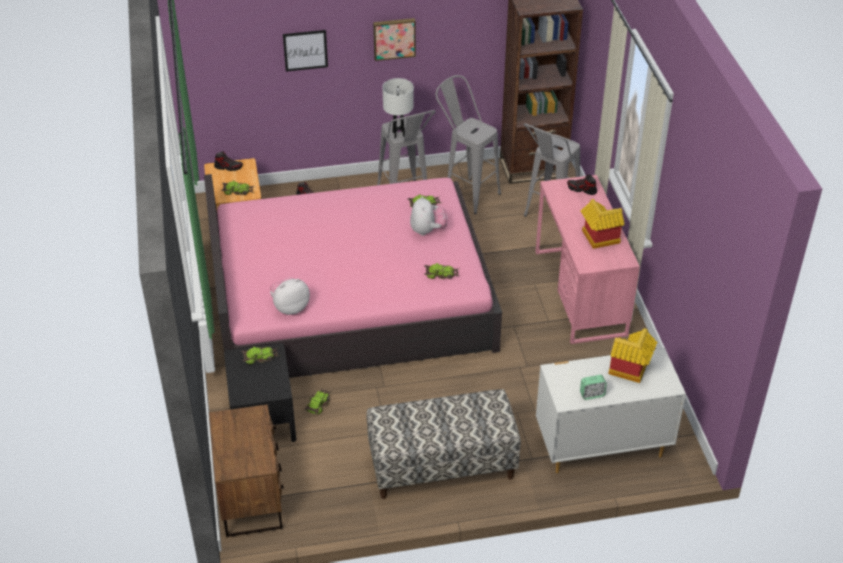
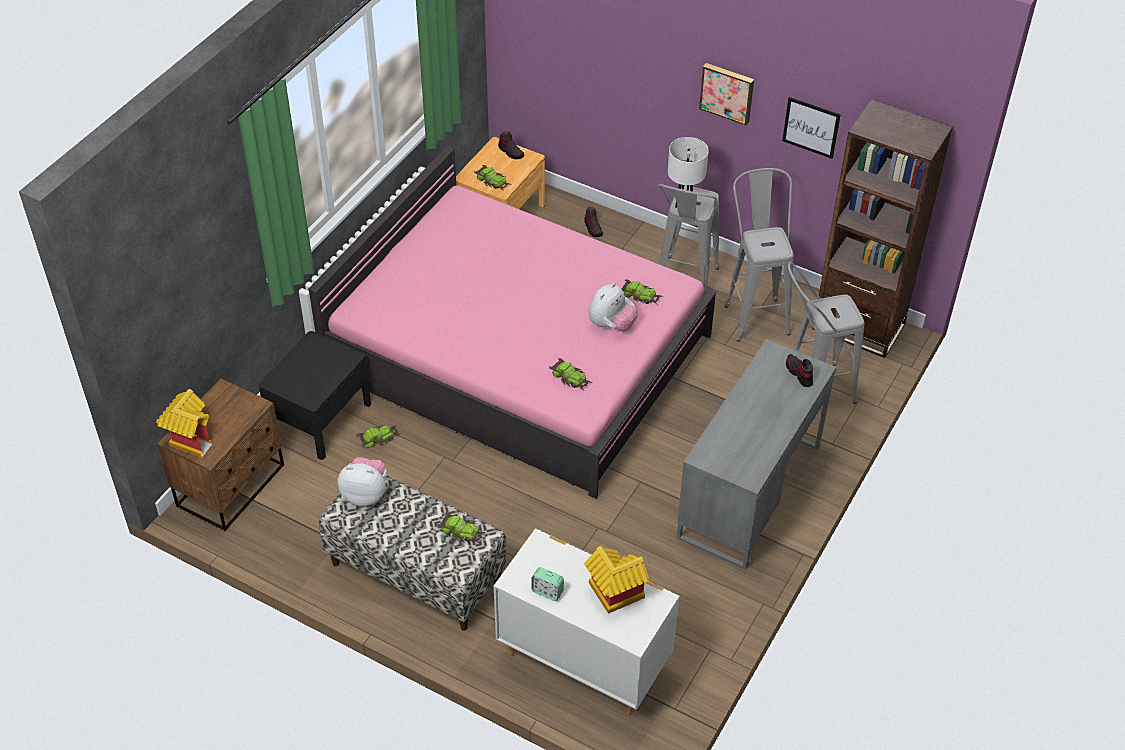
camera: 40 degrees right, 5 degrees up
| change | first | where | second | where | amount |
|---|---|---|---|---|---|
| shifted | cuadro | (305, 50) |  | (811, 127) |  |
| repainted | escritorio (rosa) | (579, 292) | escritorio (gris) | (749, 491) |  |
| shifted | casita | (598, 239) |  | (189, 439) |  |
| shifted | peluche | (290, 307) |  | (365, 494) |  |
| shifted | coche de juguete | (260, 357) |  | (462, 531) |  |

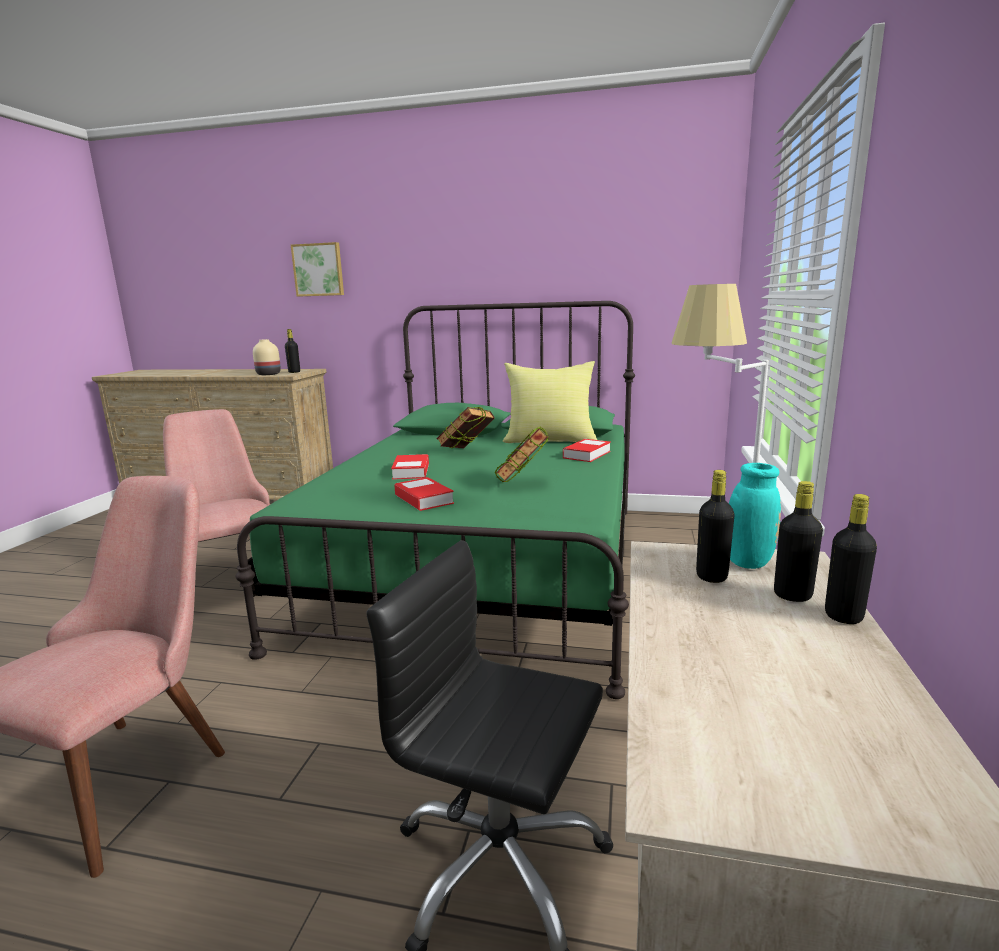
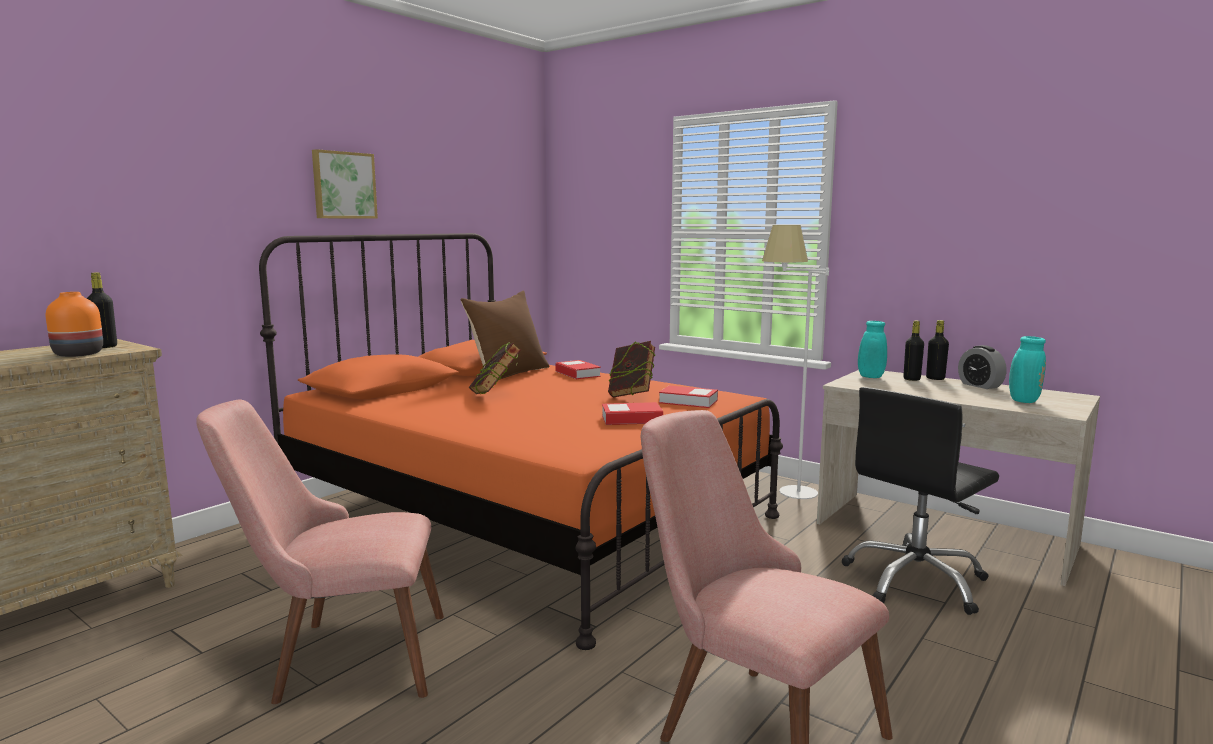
camera: 65 degrees left, 5 degrees down
| change | first | where | second | where | amount |
|---|---|---|---|---|---|
| shifted | cuadro | (319, 270) |  | (343, 185) |  |
| repainted | cama (verde) | (484, 568) | cama (naranja) | (526, 515) |  |
| repainted | florero (beis) | (269, 374) | florero (naranja) | (80, 354) |  |
| repainted | cojín (amarillo) | (550, 440) | cojín (marrón) | (508, 374) |  |
| shifted | libro | (411, 471) |  | (688, 402) |  |
| gone | botella (negro) | (711, 576) |  |  |  |
| new |  |  | florero (turquesa) | (1021, 401) |  |
| new |  |  | despertador | (980, 385) |  |

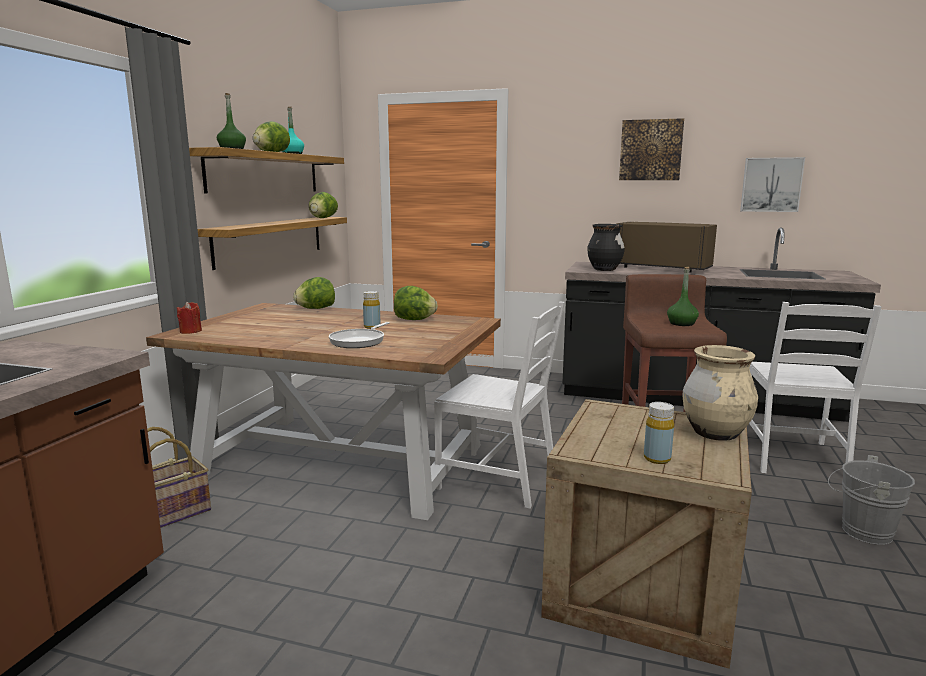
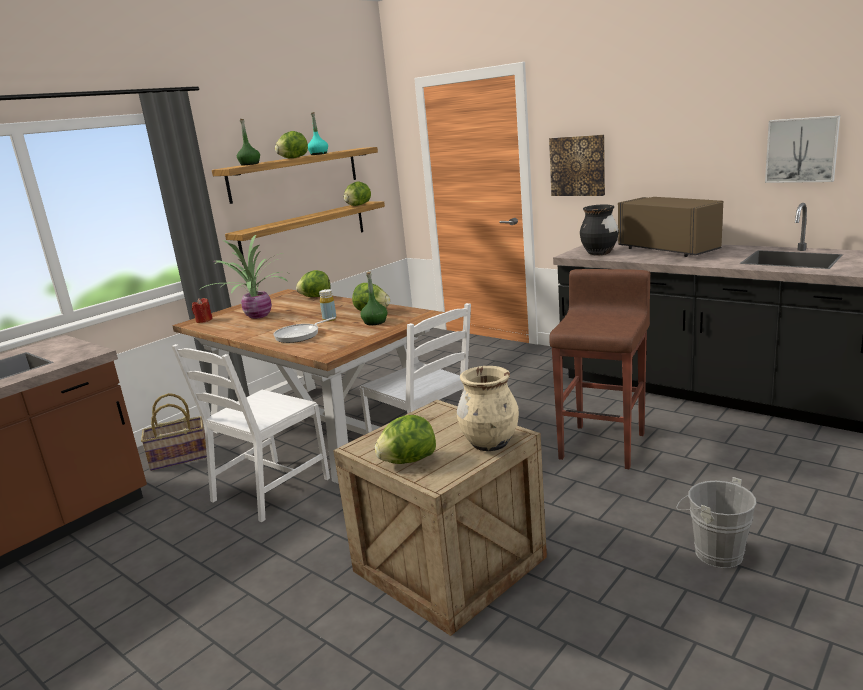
camera: 25 degrees right, 5 degrees up
| change | first | where | second | where | amount |
|---|---|---|---|---|---|
| shifted | cuadro | (650, 150) |  | (578, 166) |  |
| shifted | botella (verde) | (681, 324) |  | (375, 322) |  |
| shifted | silla (blanco) | (793, 457) |  | (269, 490) |  |
| swapped | botella (amarillo) | (657, 459) | lechuga | (408, 461) |  |
| new |  |  | planta en maceta | (257, 316) |  |

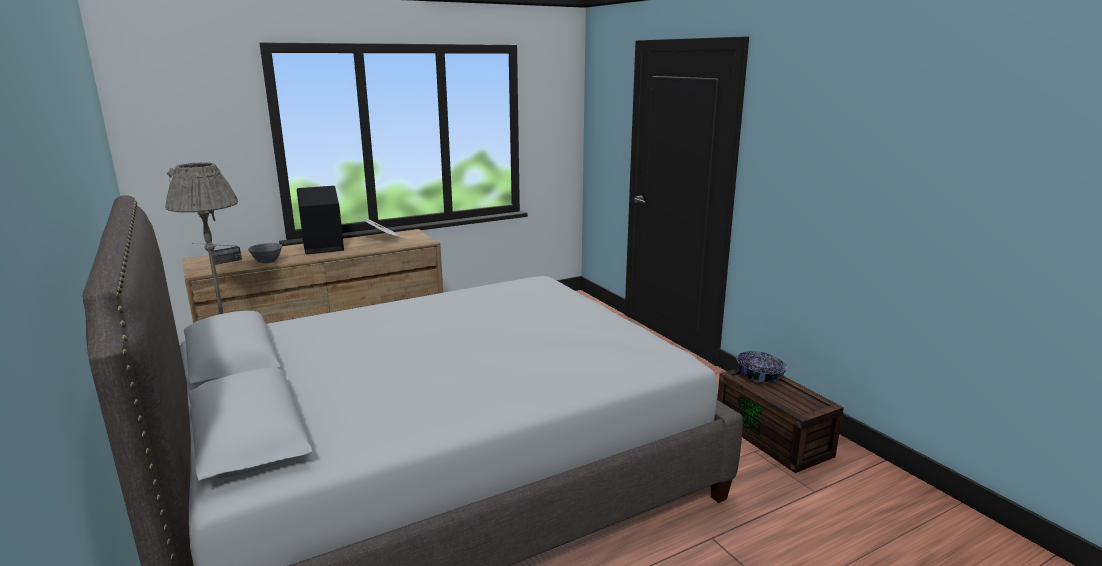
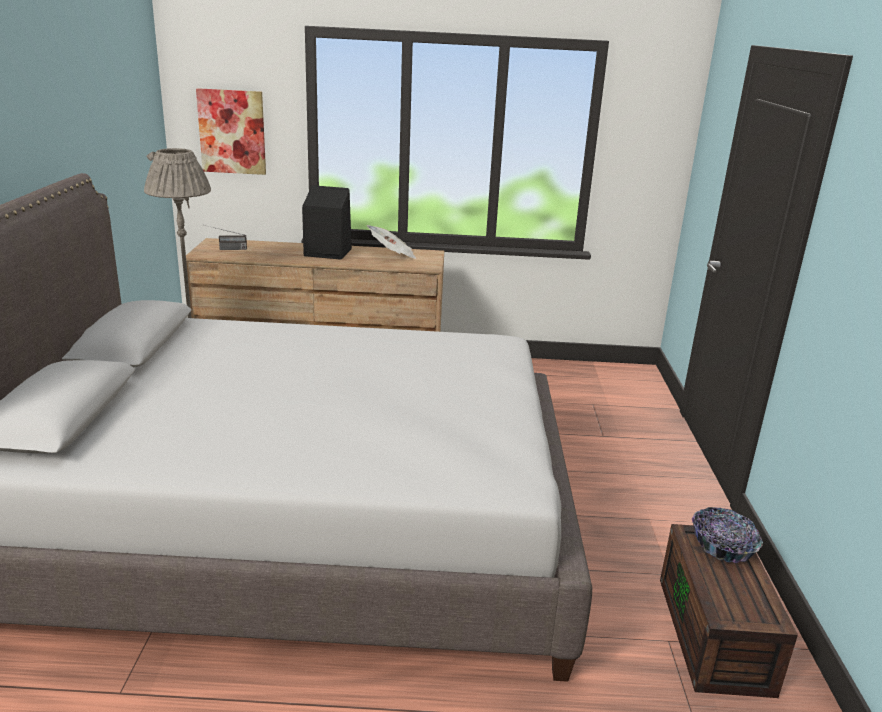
camera: 30 degrees right, 5 degrees up
| change | first | where | second | where | amount |
|---|---|---|---|---|---|
| gone | cuenco (gris) | (267, 262) |  |  |  |
| new |  |  | cuadro | (232, 132) |  |

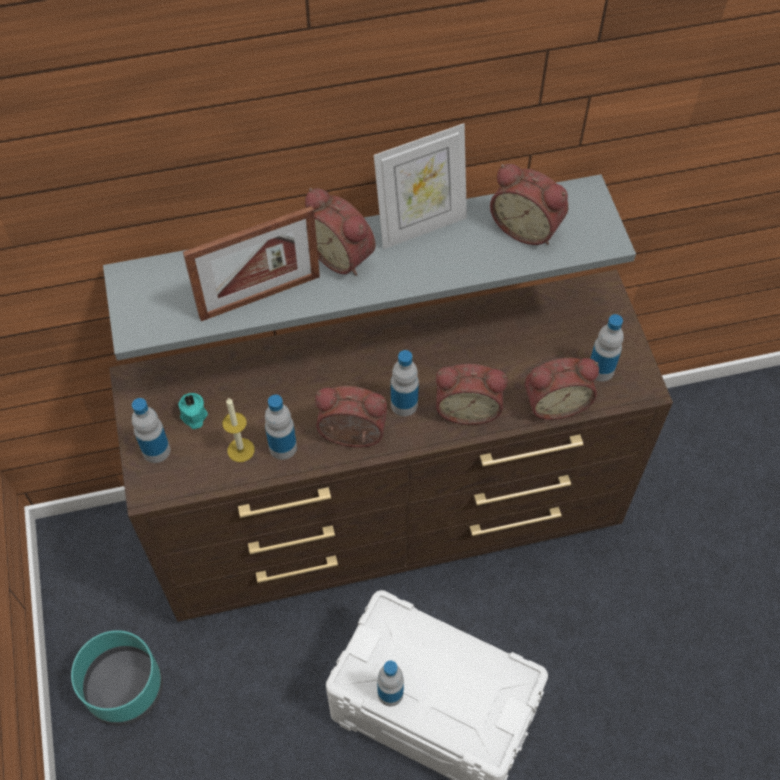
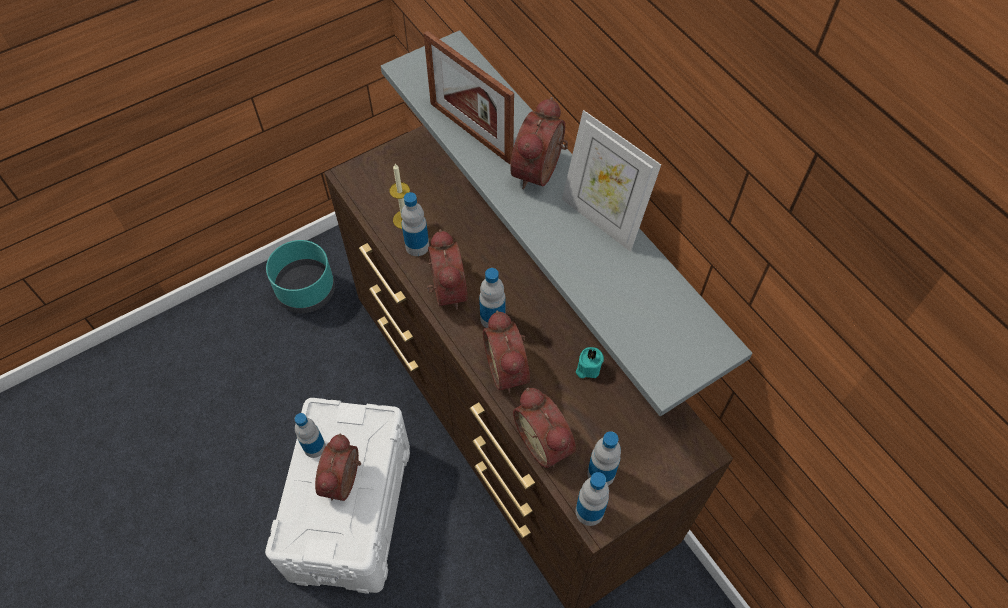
camera: 70 degrees right, 0 degrees up
| change | first | where | second | where | amount |
|---|---|---|---|---|---|
| shifted | despertador | (527, 226) |  | (345, 481) |  |
| shifted | vela (turquesa) | (194, 417) |  | (587, 368) |  |
| shifted | botella | (156, 450) |  | (589, 511) |  |

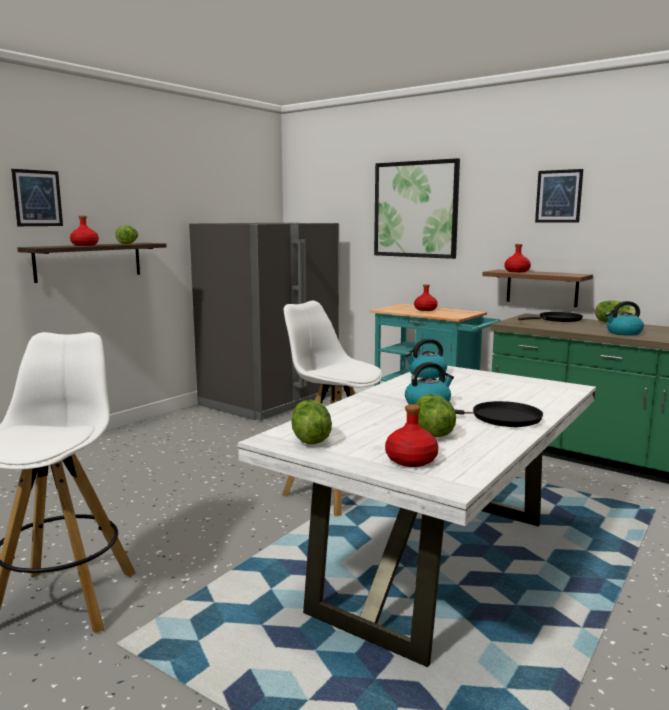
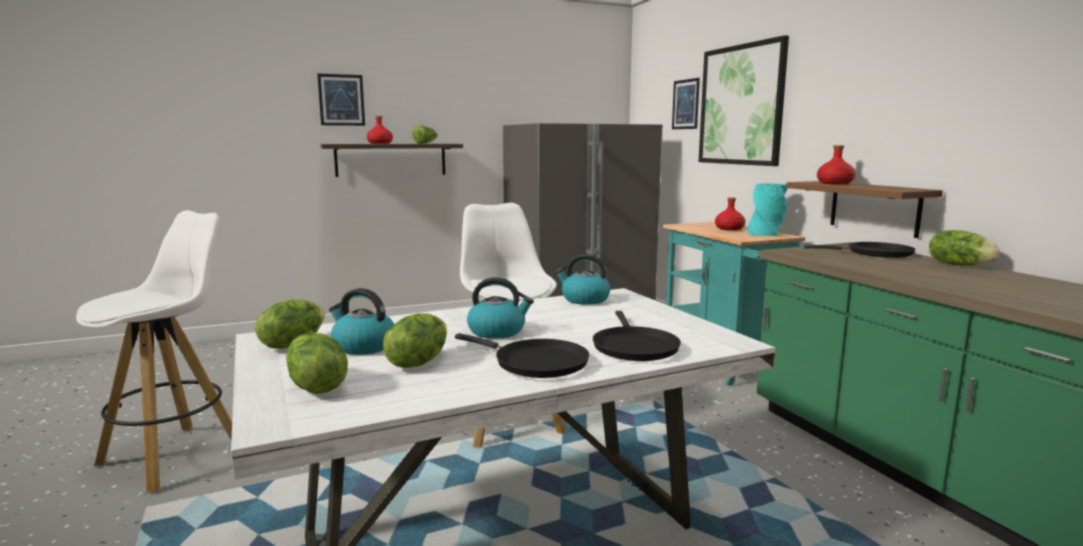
camera: 30 degrees right, 0 degrees up
| change | first | where | second | where | amount |
|---|---|---|---|---|---|
| shifted | cuadro | (558, 196) |  | (685, 104) |  |
| shifted | hervidor | (623, 333) |  | (363, 346) |  |
| swapped | botella (rojo) | (411, 460) | lechuga | (315, 387) |  |
| new |  |  | florero (turquesa) | (766, 234) |  |
| new |  |  | sartén (negro) | (633, 347) |  |

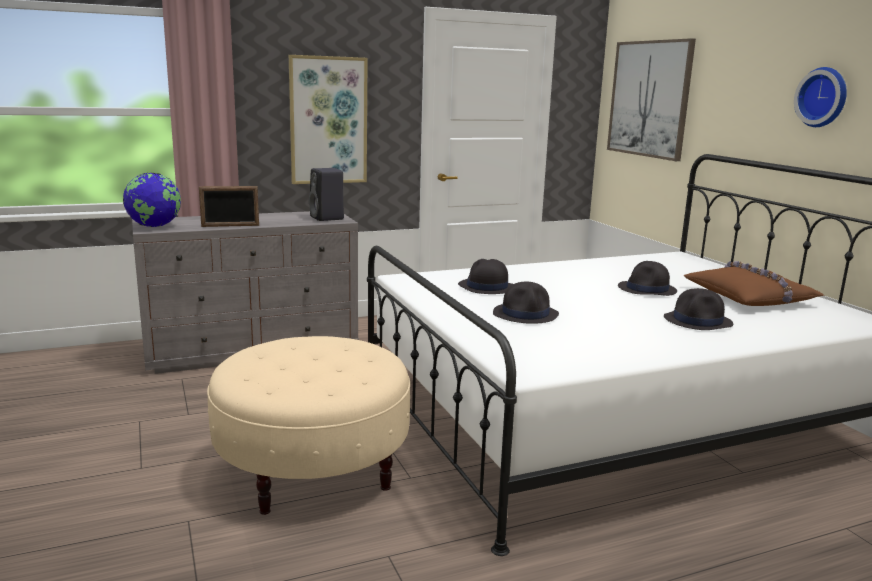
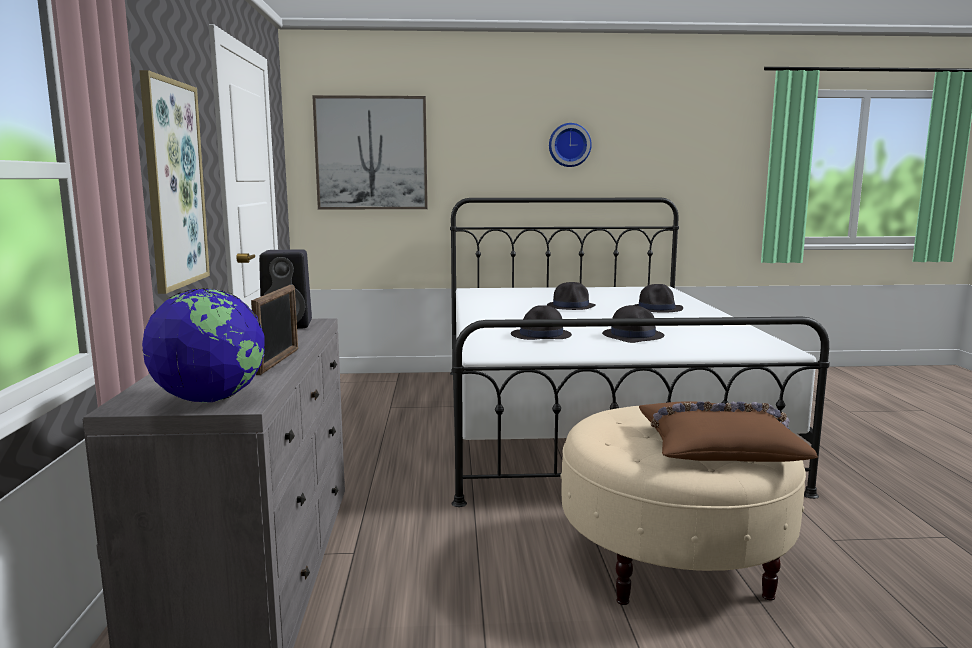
camera: 70 degrees left, 5 degrees down
| change | first | where | second | where | amount |
|---|---|---|---|---|---|
| shifted | cojín (marrón) | (750, 297) |  | (718, 447) |  |

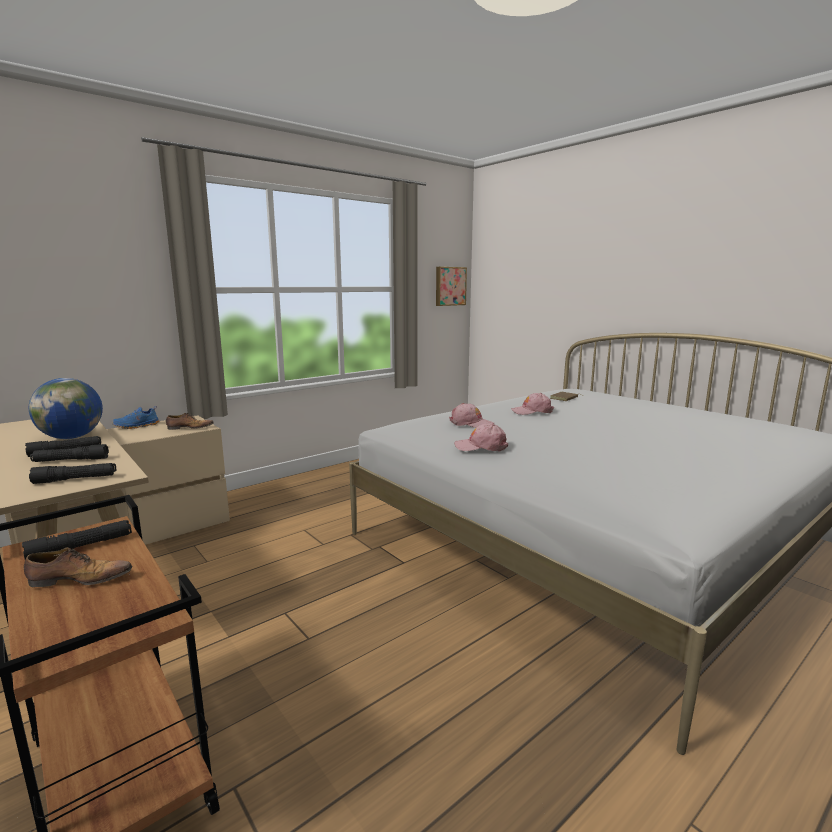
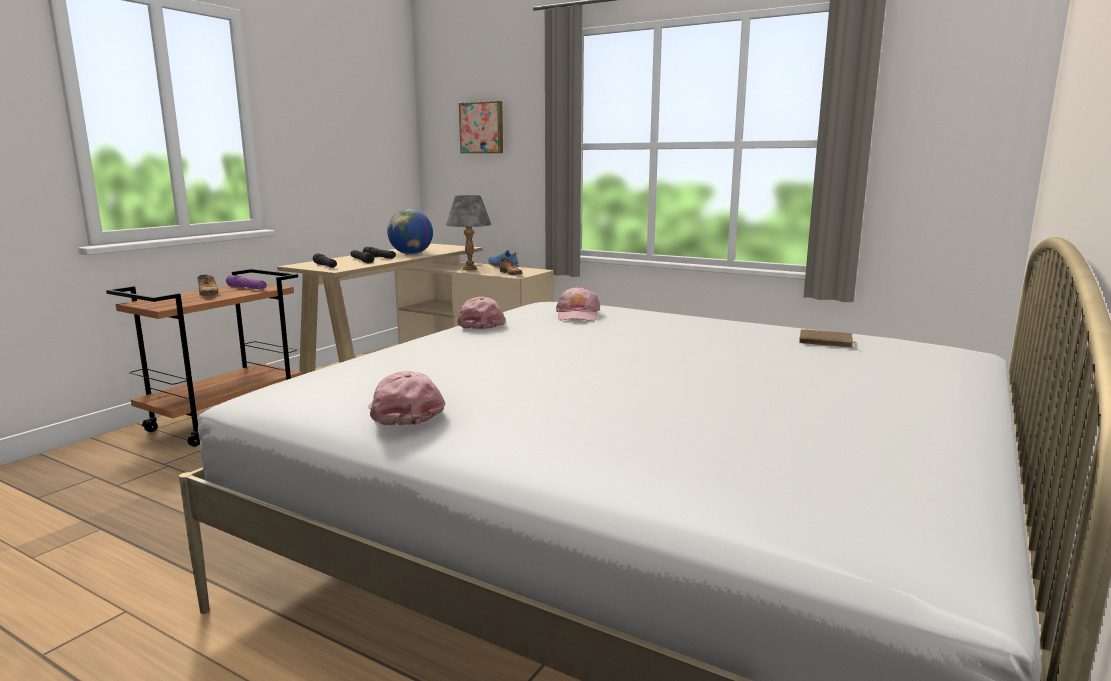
camera: 70 degrees right, 0 degrees up
| change | first | where | second | where | amount |
|---|---|---|---|---|---|
| shifted | cuadro | (449, 286) |  | (482, 128) |  |
| shifted | gorra (rosa) | (532, 411) |  | (404, 411) |  |
| repainted | linterna (negro) | (81, 548) | linterna (morado) | (247, 288) |  |
| new |  |  | lámpara de mesa (gris) | (470, 269) |  |

